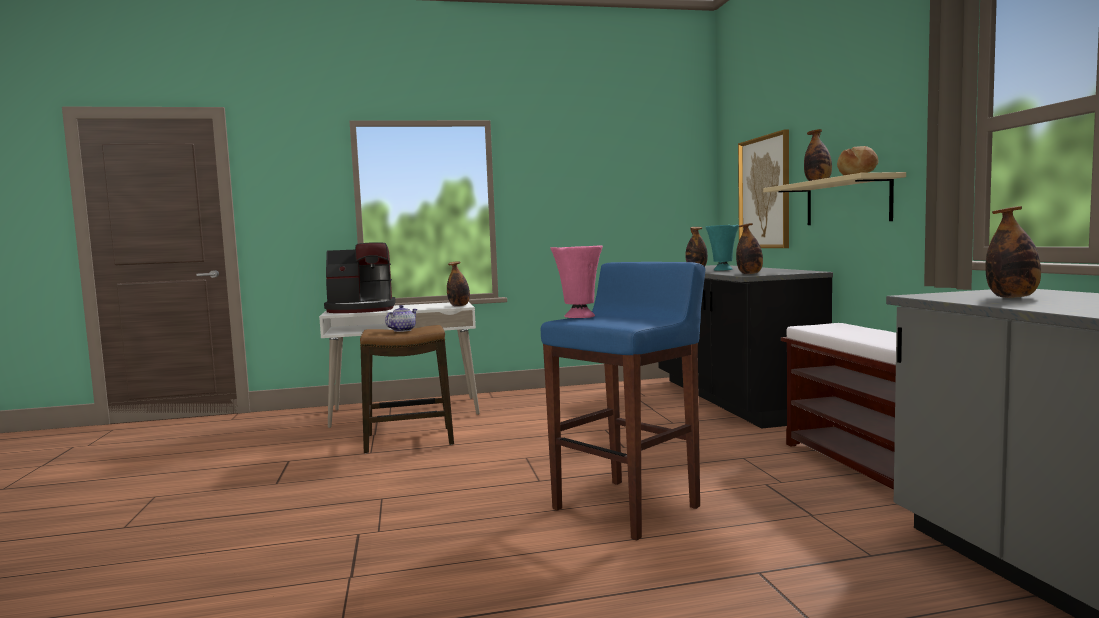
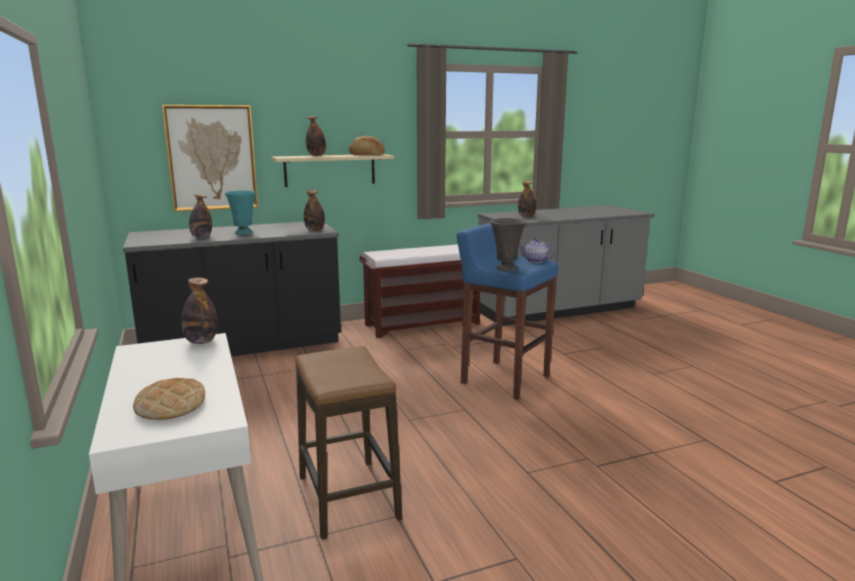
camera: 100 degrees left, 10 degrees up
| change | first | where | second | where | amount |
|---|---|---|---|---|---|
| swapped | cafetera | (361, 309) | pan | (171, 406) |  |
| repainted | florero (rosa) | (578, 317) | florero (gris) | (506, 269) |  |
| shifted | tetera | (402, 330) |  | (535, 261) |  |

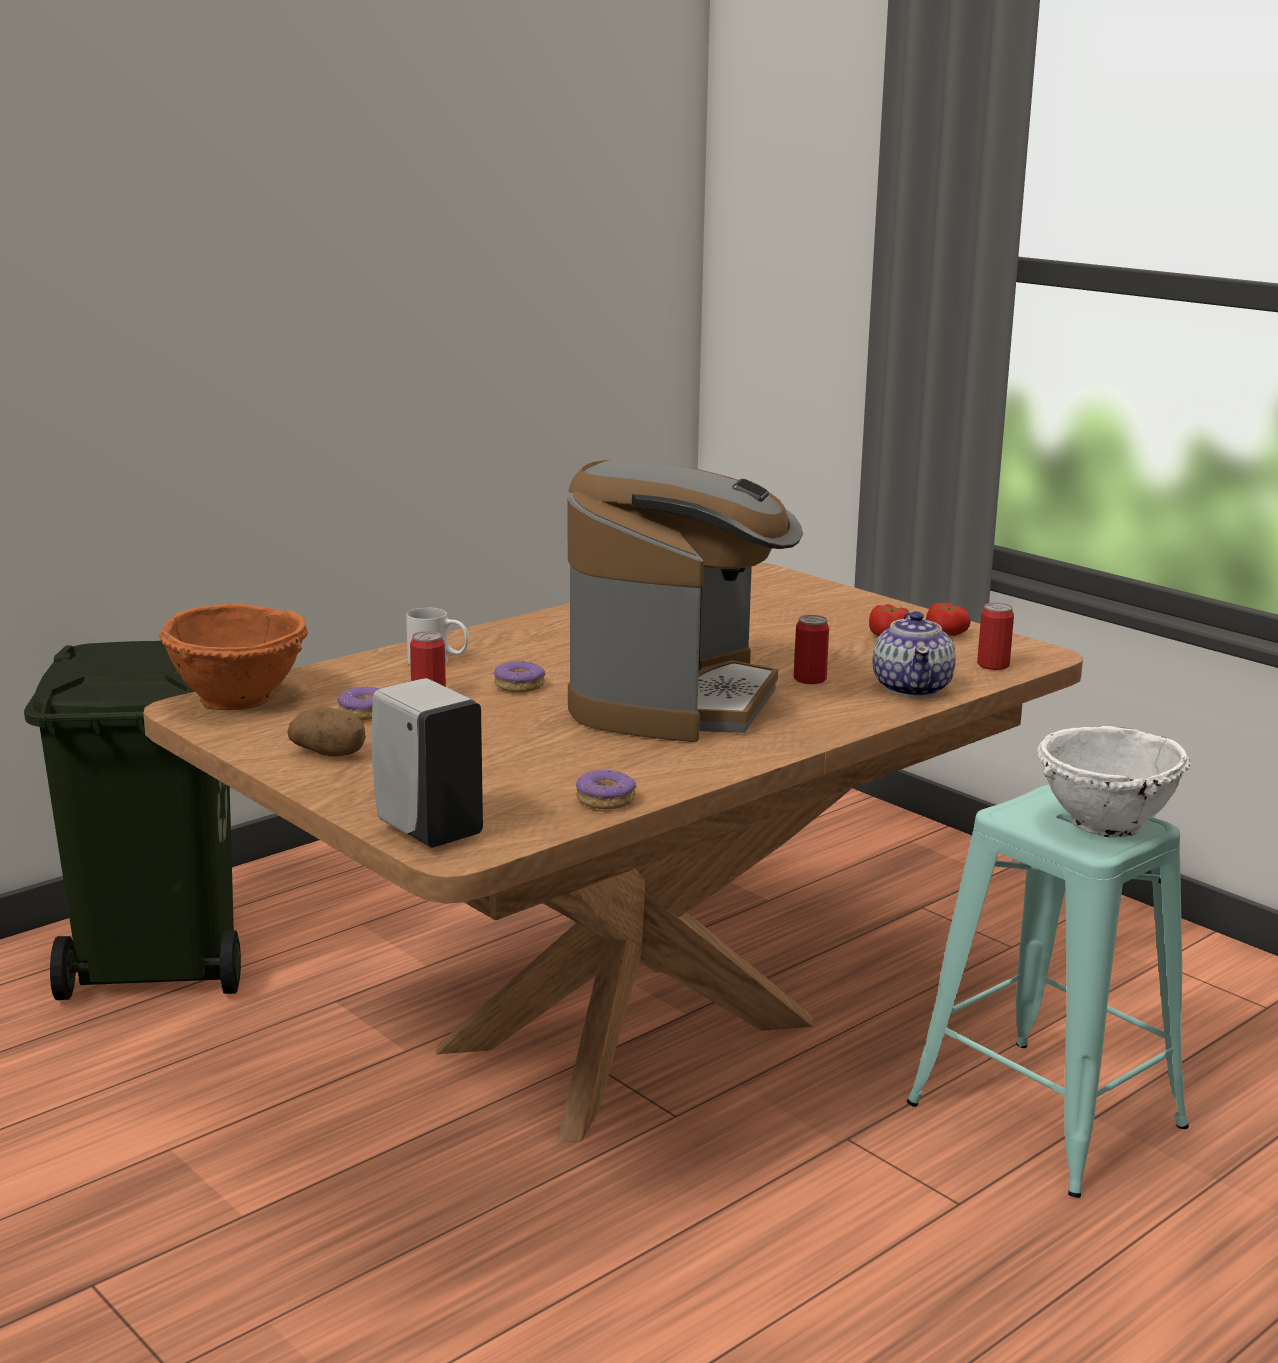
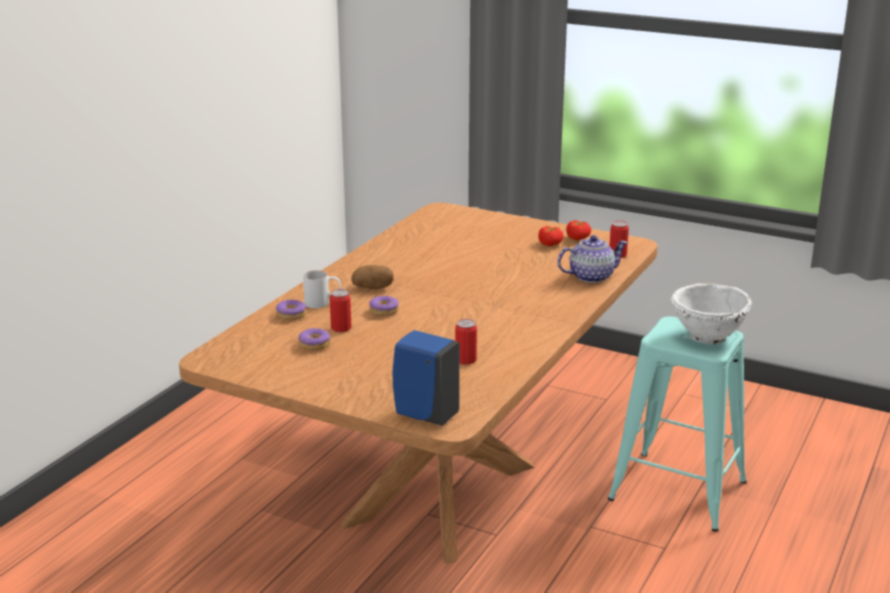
camera: 20 degrees left, 5 degrees up
| change | first | where | second | where | amount |
|---|---|---|---|---|---|
| gone | cafetera | (675, 701) |  |  |  |
| gone | cuenco (naranja) | (239, 699) |  |  |  |
| rotated | tetera | (913, 688) |  | (590, 276) | 90 degrees counterclockwise |
| shifted | lata | (810, 679) |  | (465, 360) |  |
| gone | papelera (verde) | (162, 961) |  |  |  |
| repainted | dispensador de jabón (blanco) | (426, 831) | dispensador de jabón (azul) | (424, 415) |  |
| shifted | patata | (330, 753) |  | (373, 287) |  |
| shifted | rosquilla | (606, 800) |  | (291, 315) |  |

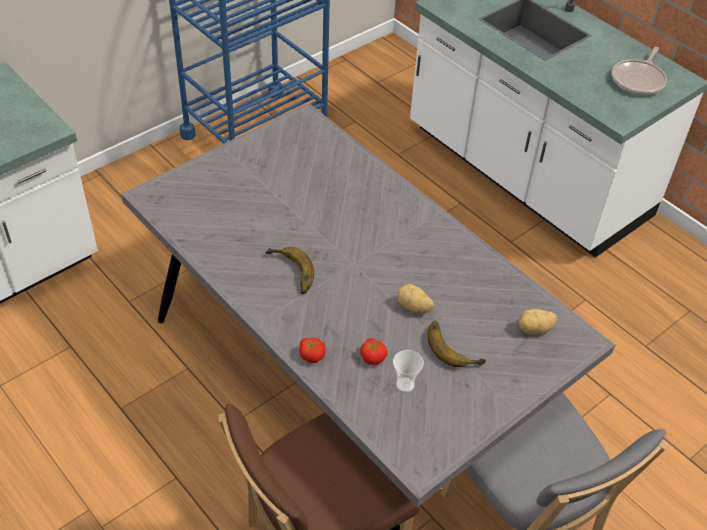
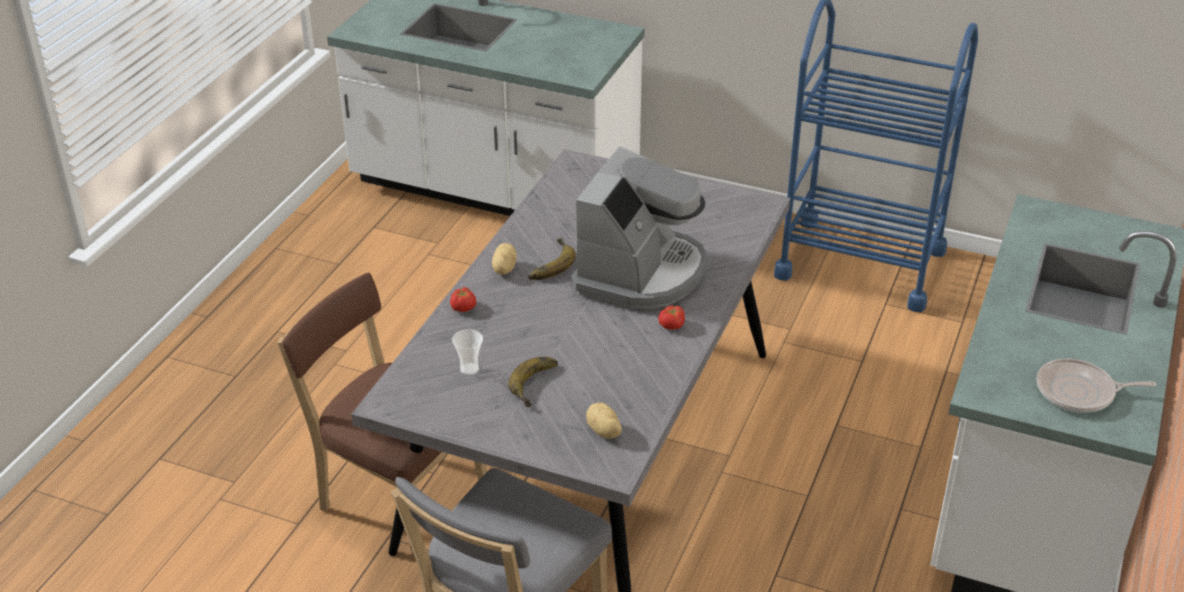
camera: 65 degrees right, 10 degrees down
| change | first | where | second | where | amount |
|---|---|---|---|---|---|
| shifted | patata | (413, 307) |  | (503, 269) |  |
| shifted | tomate | (373, 357) |  | (672, 325) |  |
| new |  |  | cafetera | (641, 272) |  |

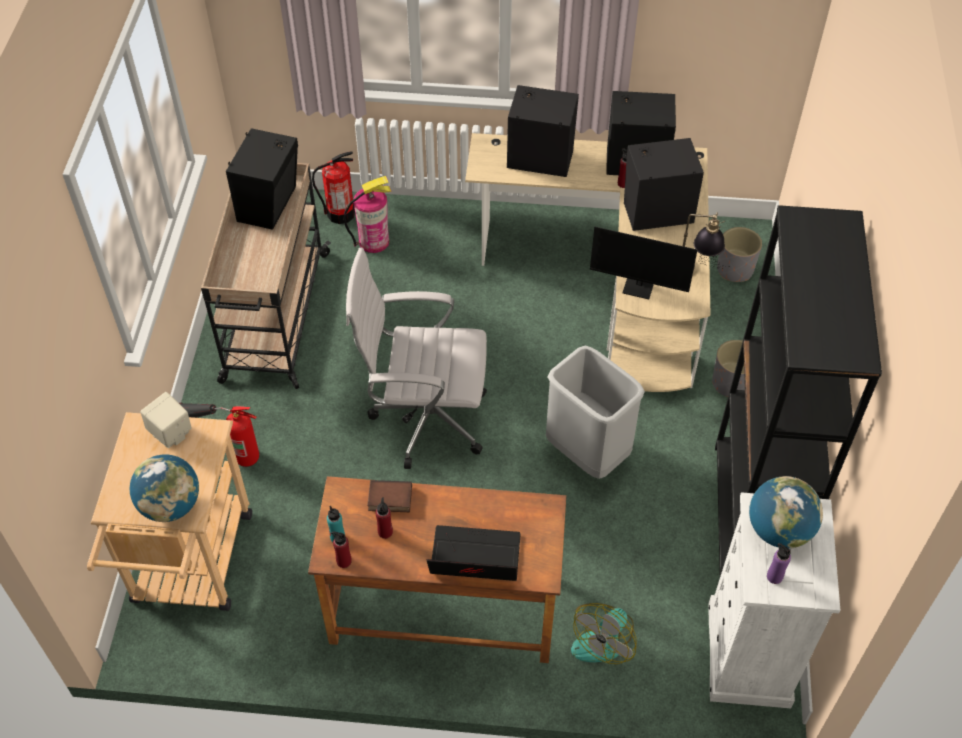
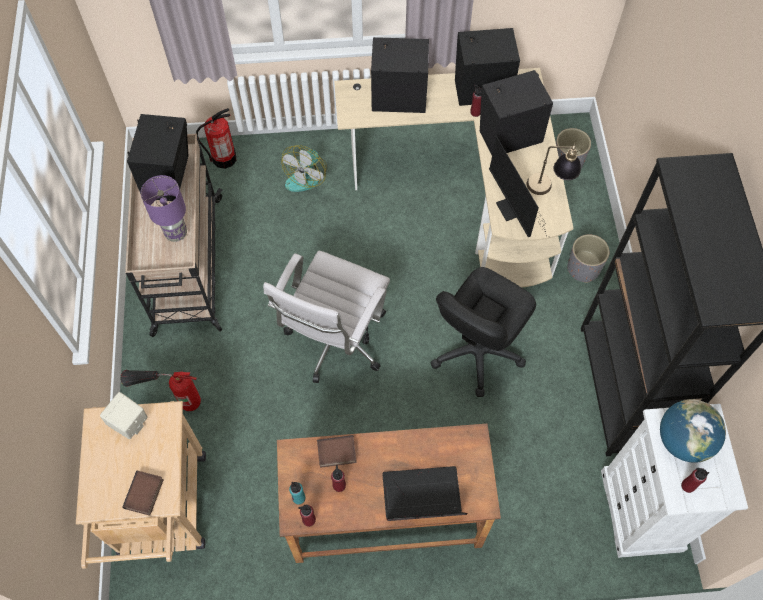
camera: 10 degrees left, 10 degrees up
| change | first | where | second | where | amount |
|---|---|---|---|---|---|
| gone | extintor | (374, 241) |  |  |  |
| rotated | monitor | (643, 288) |  | (512, 212) | 60 degrees clockwise |
| rotated | silla de oficina (blanco) | (424, 419) |  | (335, 342) | 60 degrees counterclockwise |
| swapped | papelera (gris) | (586, 453) | silla de oficina (negro) | (476, 352) |  |
| swapped | globo terráqueo | (171, 505) | libro | (145, 495) |  |
| repainted | botella (morado) | (774, 576) | botella (rojo) | (688, 485) |  |
| shifted | ventilador | (603, 638) |  | (306, 175) |  |
| new |  |  | lámpara de mesa (morado) | (176, 233) |  |

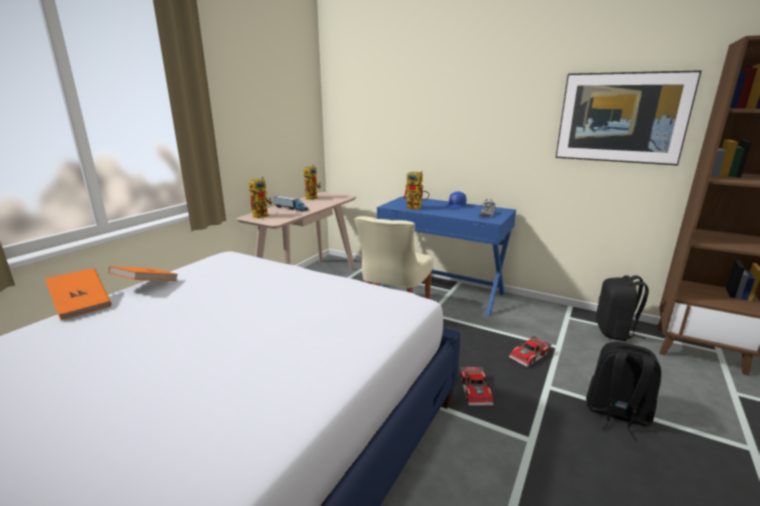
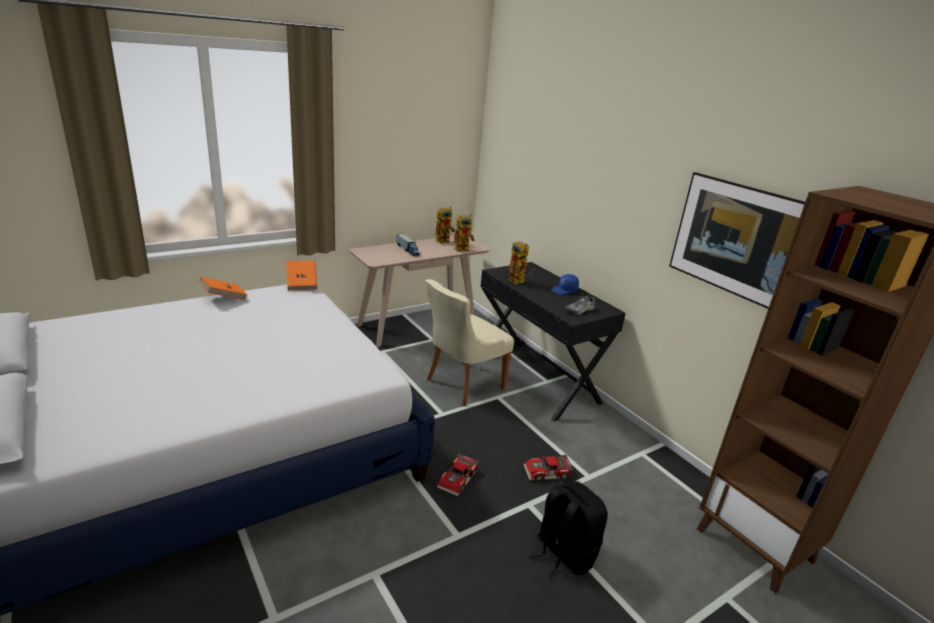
camera: 25 degrees right, 5 degrees up
| change | first | where | second | where | amount |
|---|---|---|---|---|---|
| shifted | robot de juguete | (262, 215) |  | (464, 249) |  |
| repainted | escritorio (azul) | (441, 291) | escritorio (negro) | (536, 378) |  |
| shifted | libro (naranja) | (82, 305) |  | (302, 283) |  |
| gone | mochila (negro) | (615, 332) |  |  |  |

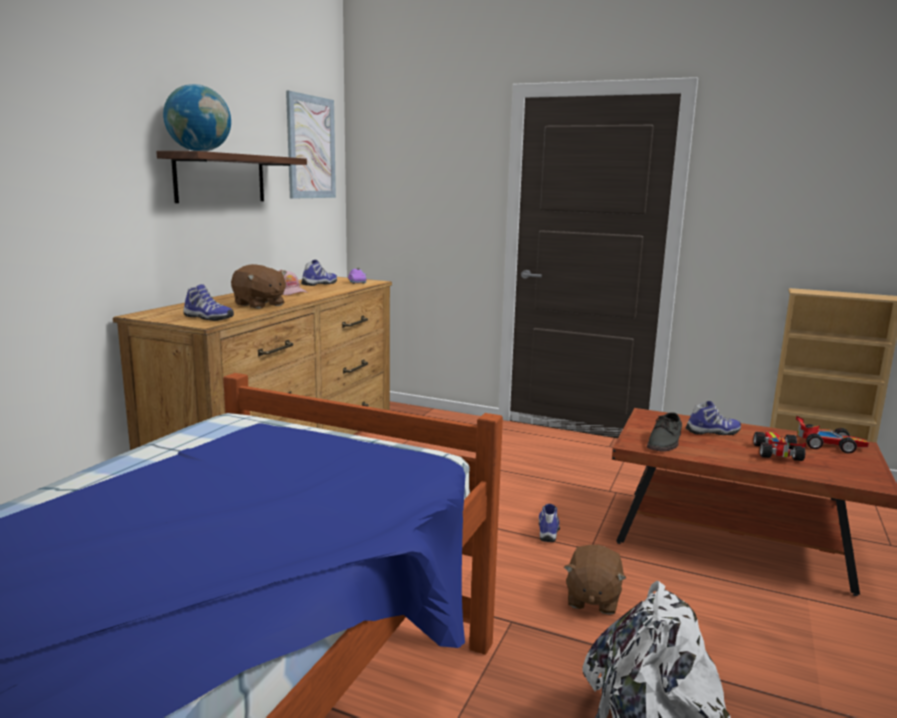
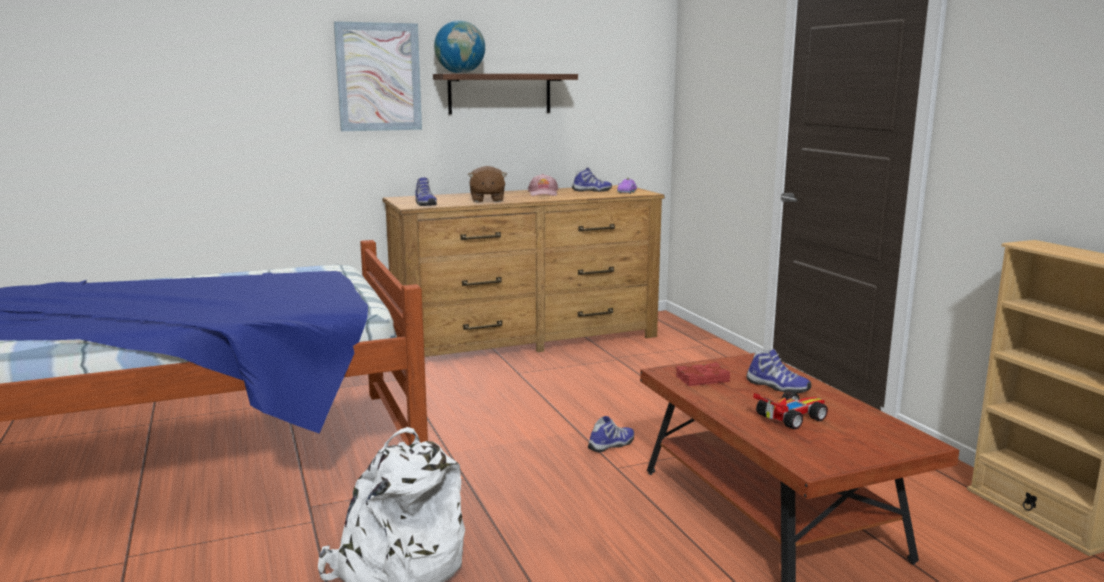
camera: 45 degrees right, 0 degrees up
| change | first | where | second | where | amount |
|---|---|---|---|---|---|
| shifted | cuadro | (311, 147) |  | (379, 77) |  |
| swapped | zapato (gris) | (665, 441) | libro (rojo) | (702, 379) |  |
| gone | coche de juguete | (827, 444) |  |  |  |
| gone | peluche (marrón) | (592, 599) |  |  |  |

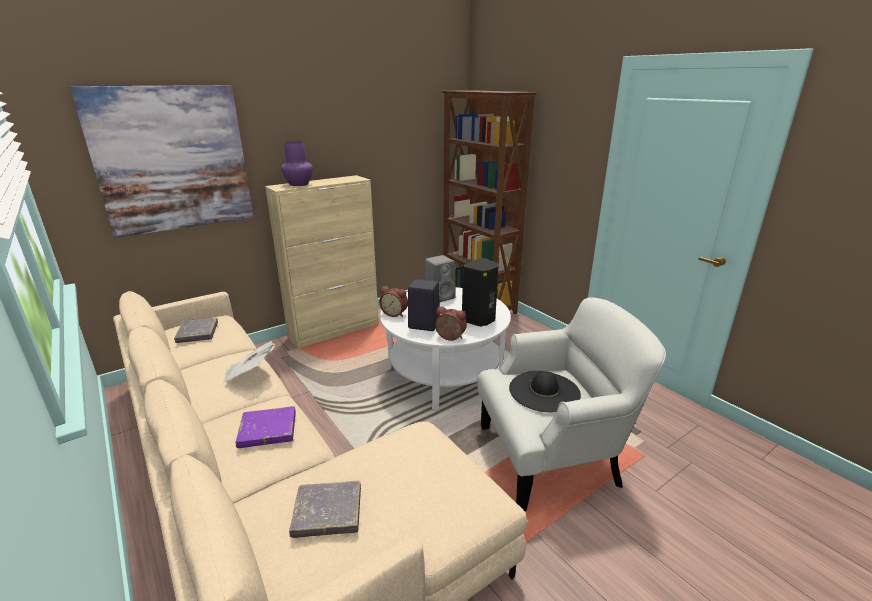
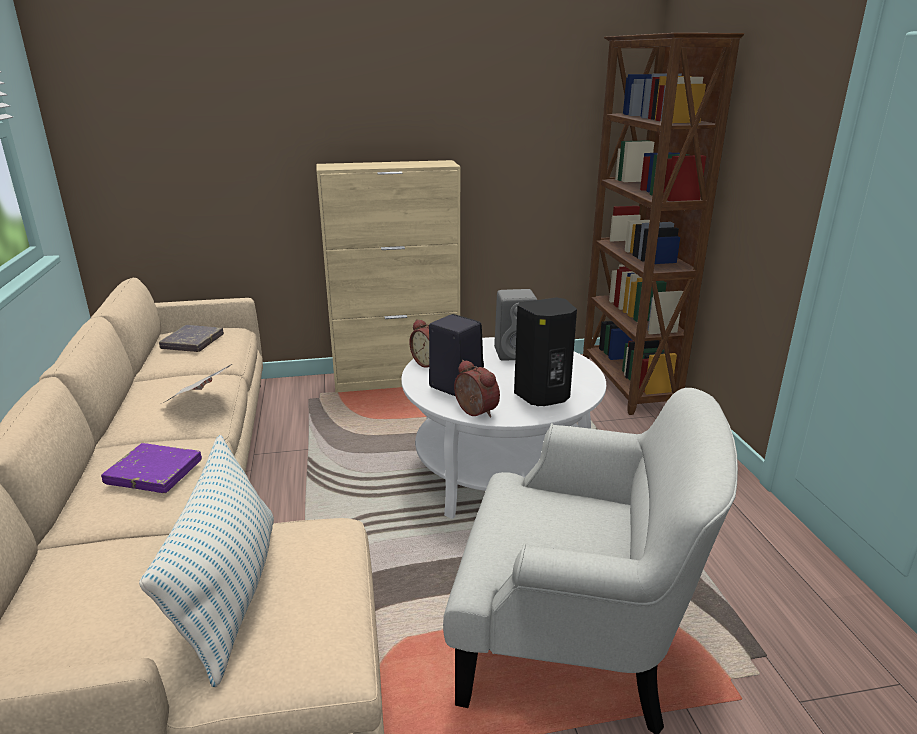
camera: 25 degrees right, 0 degrees up
| change | first | where | second | where | amount |
|---|---|---|---|---|---|
| gone | cuadro | (173, 160) |  |  |  |
| gone | florero (morado) | (299, 184) |  |  |  |
| gone | sombrero (negro) | (544, 391) |  |  |  |
| gone | libro (gris) | (327, 512) |  |  |  |
| new |  |  | cojín | (230, 593) |  |

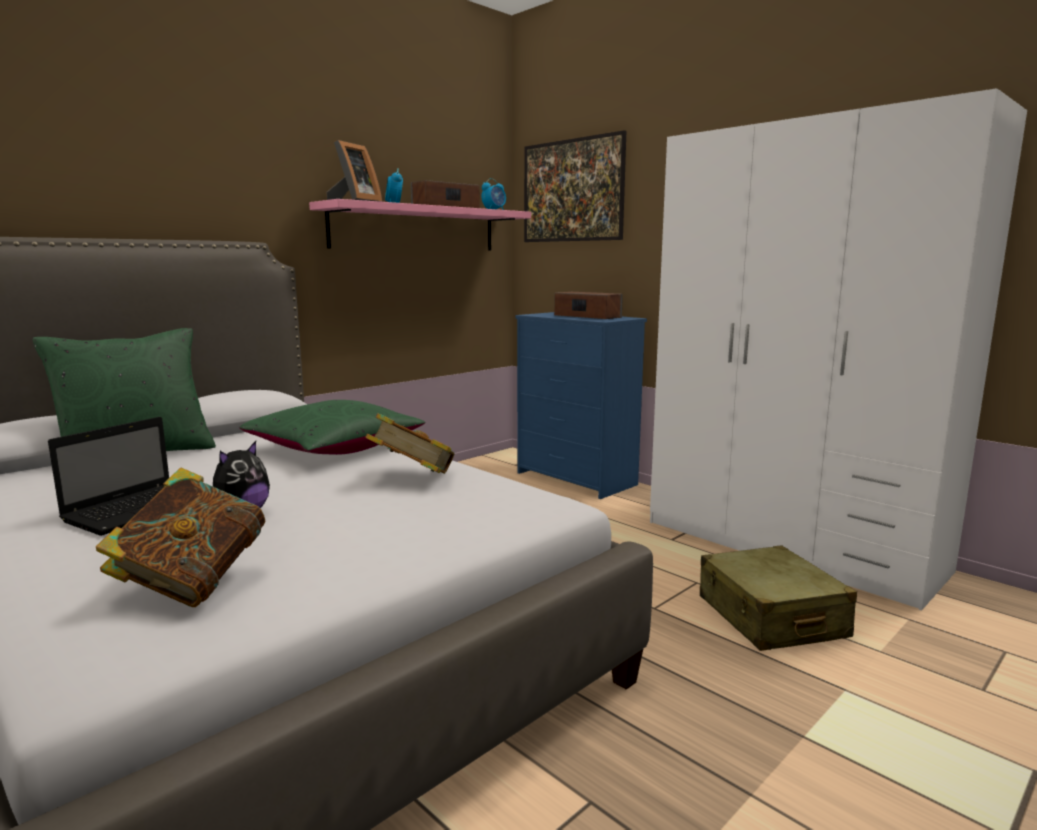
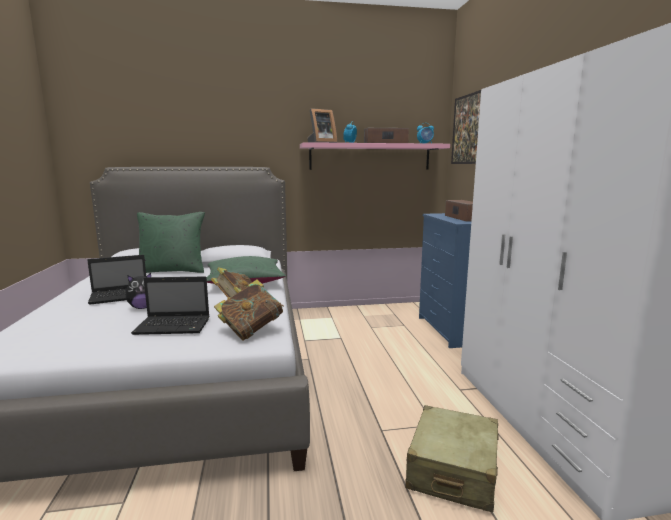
camera: 35 degrees right, 0 degrees up
| change | first | where | second | where | amount |
|---|---|---|---|---|---|
| shifted | libro | (192, 583) |  | (251, 331) |  |
| new |  |  | portátil | (174, 326) |  |

